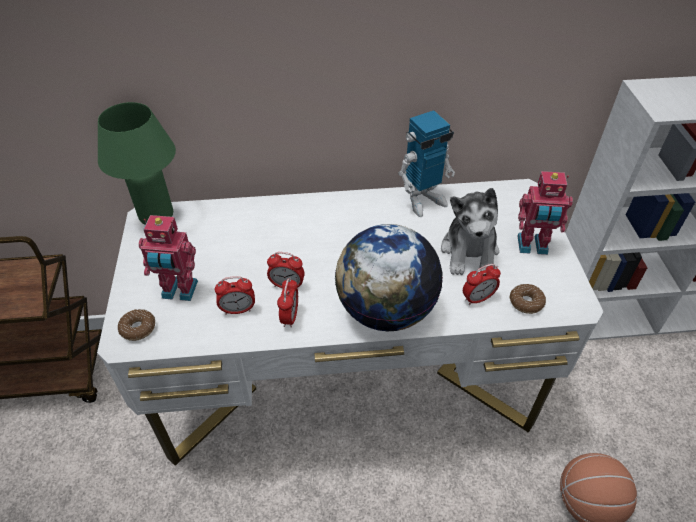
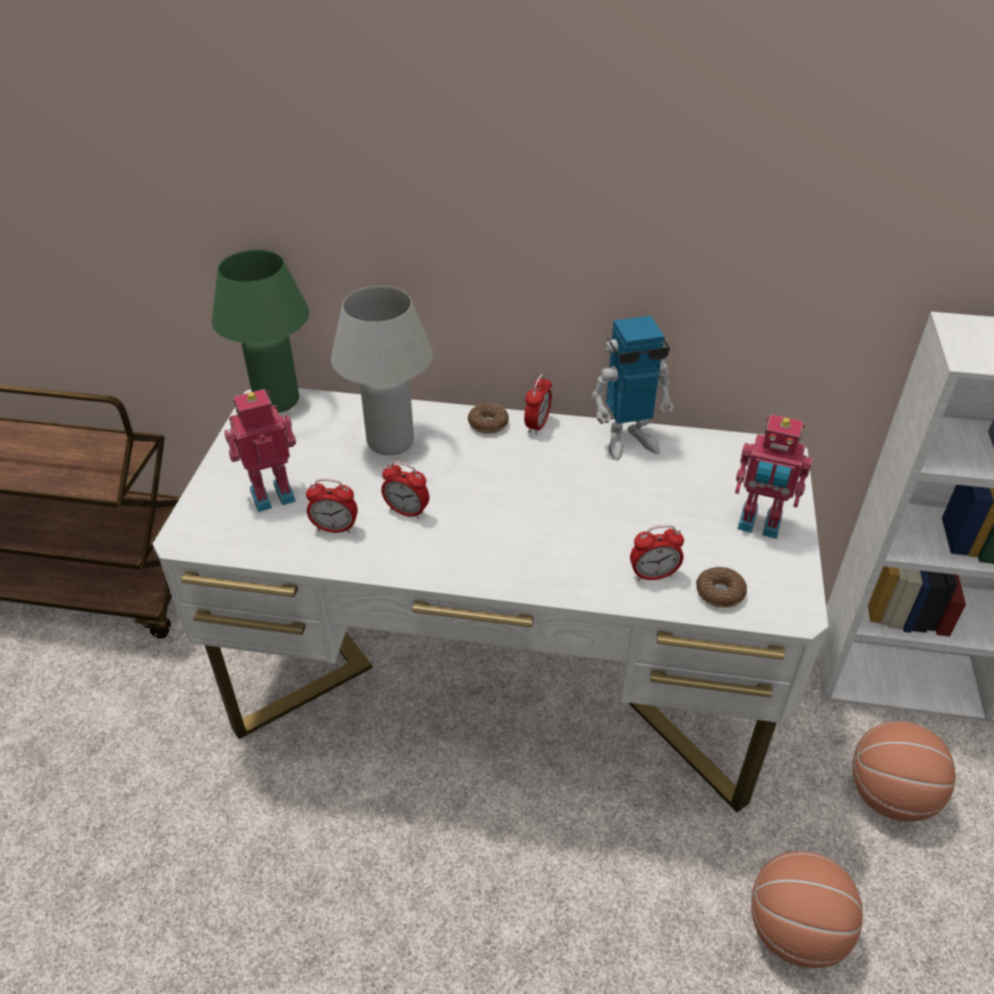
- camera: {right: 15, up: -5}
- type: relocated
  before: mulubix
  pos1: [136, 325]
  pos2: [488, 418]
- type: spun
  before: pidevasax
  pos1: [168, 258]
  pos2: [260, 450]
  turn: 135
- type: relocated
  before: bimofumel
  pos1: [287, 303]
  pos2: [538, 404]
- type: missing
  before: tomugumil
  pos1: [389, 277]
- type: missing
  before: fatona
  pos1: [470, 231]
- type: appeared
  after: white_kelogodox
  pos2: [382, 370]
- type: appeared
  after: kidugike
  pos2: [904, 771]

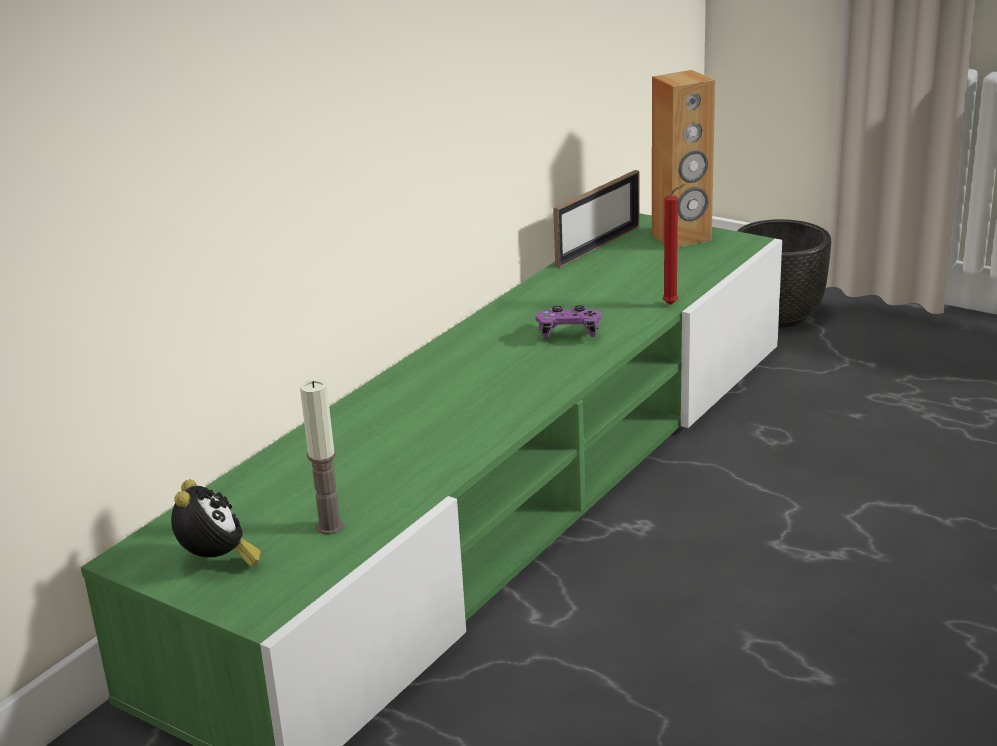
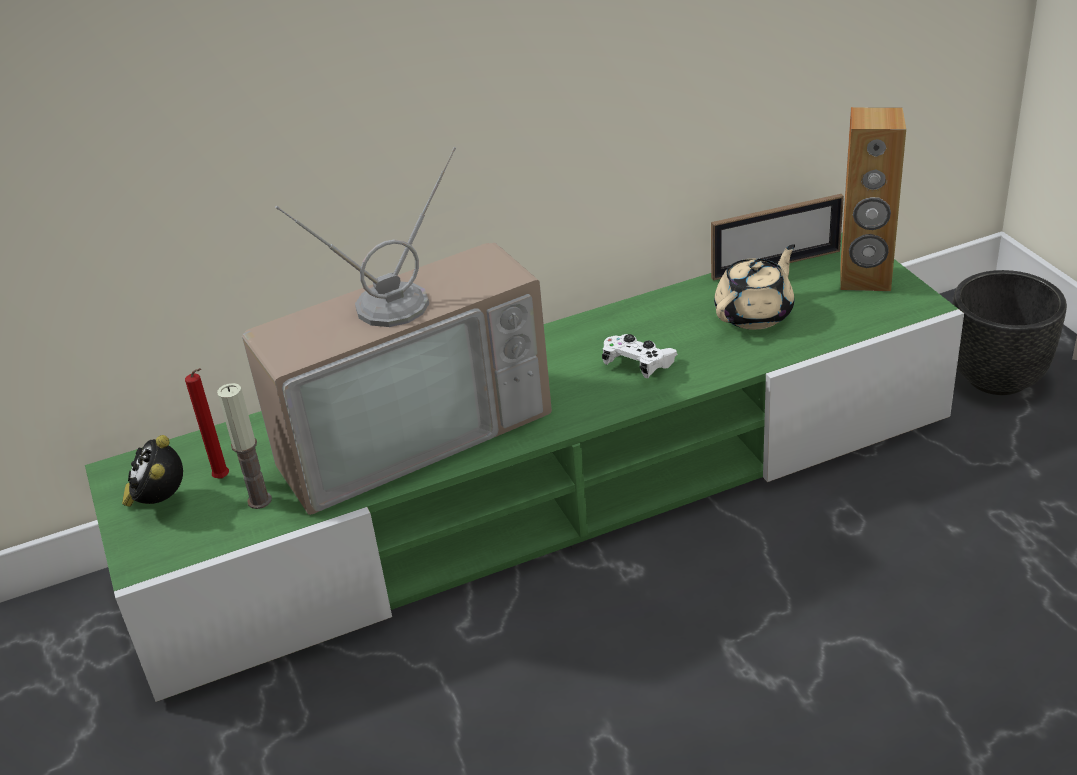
- camera: {right: 35, up: 10}
- type: spun
  before: bimofumel
  pos1: [216, 523]
  pos2: [152, 471]
  turn: 150
- type: colour
  before: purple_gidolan
  after: white_gidolan
  pos1: [568, 322]
  pos2: [640, 356]
- type: relocated
  before: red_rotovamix
  pos1: [674, 244]
  pos2: [207, 423]
- type: appeared
  after: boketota
  pos2: [397, 331]
- type: appeared
  after: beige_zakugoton
  pos2: [754, 287]

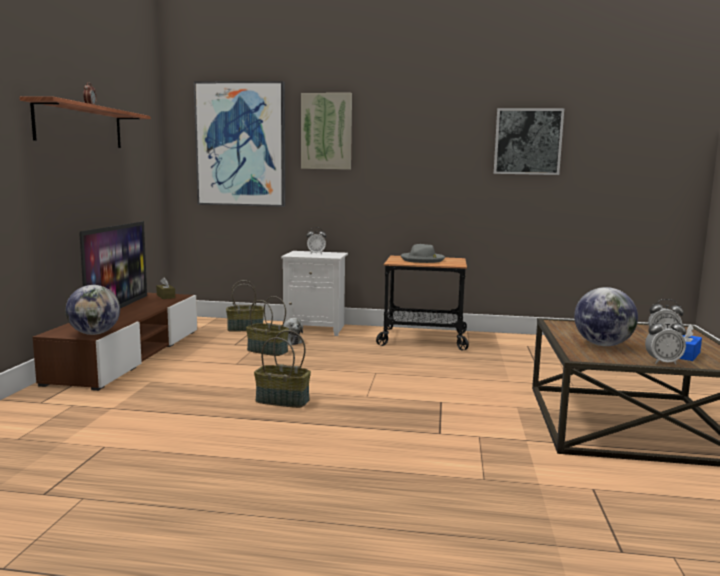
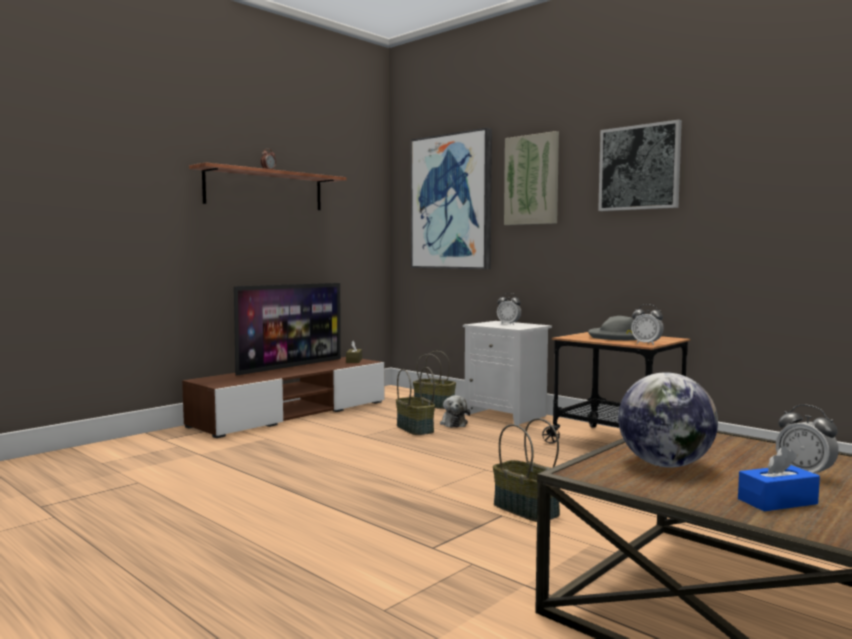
- camera: {right: 35, up: -5}
- type: missing
  before: tomugumil
  pos1: [93, 310]
- type: relocated
  before: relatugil
  pos1: [282, 369]
  pos2: [526, 470]
- type: relocated
  before: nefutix
  pos1: [529, 141]
  pos2: [640, 165]
- type: relocated
  before: bimofumel
  pos1: [665, 341]
  pos2: [647, 324]

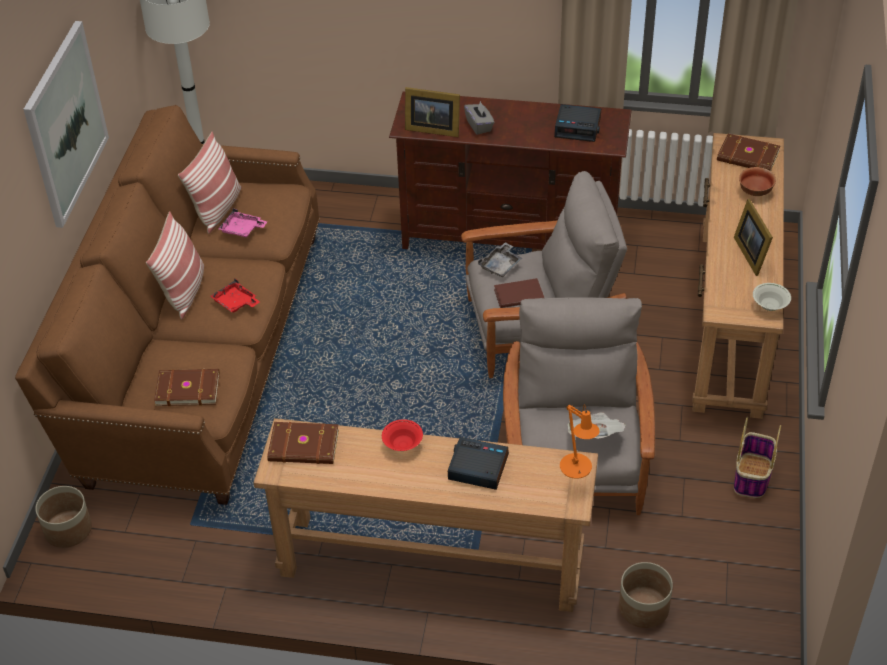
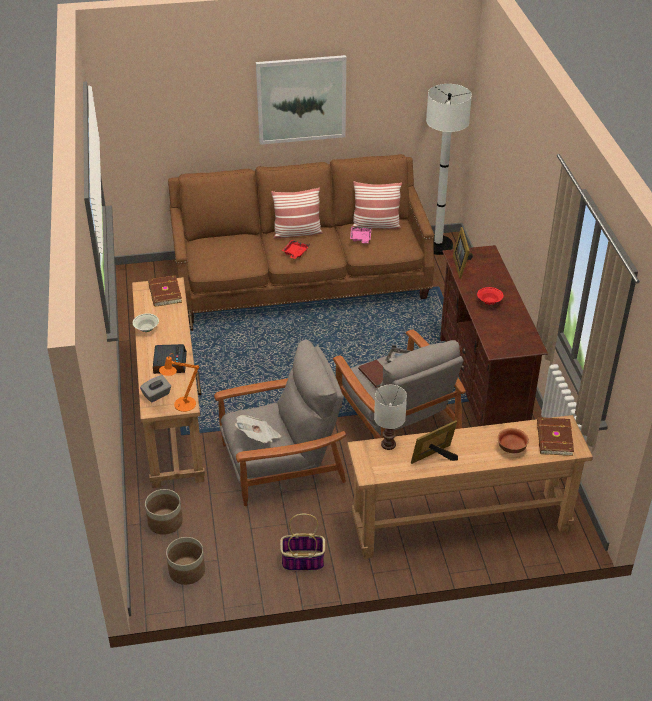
- camera: {right: 70, up: -5}
- type: relocated
  before: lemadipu
  pos1: [63, 517]
  pos2: [185, 561]
- type: missing
  before: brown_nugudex
  pos1: [187, 387]
- type: relocated
  before: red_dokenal
  pos1: [402, 435]
  pos2: [490, 296]
- type: relocated
  before: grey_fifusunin
  pos1: [479, 118]
  pos2: [155, 389]
- type: missing
  before: bimofumel
  pos1: [577, 123]
- type: relocated
  before: white_dokenal
  pos1: [772, 297]
  pos2: [146, 322]
- type: appeared
  after: white_kelogodox
  pos2: [390, 417]

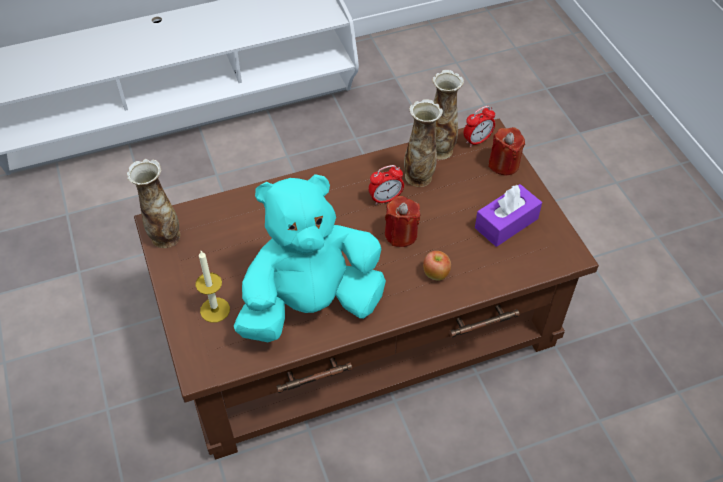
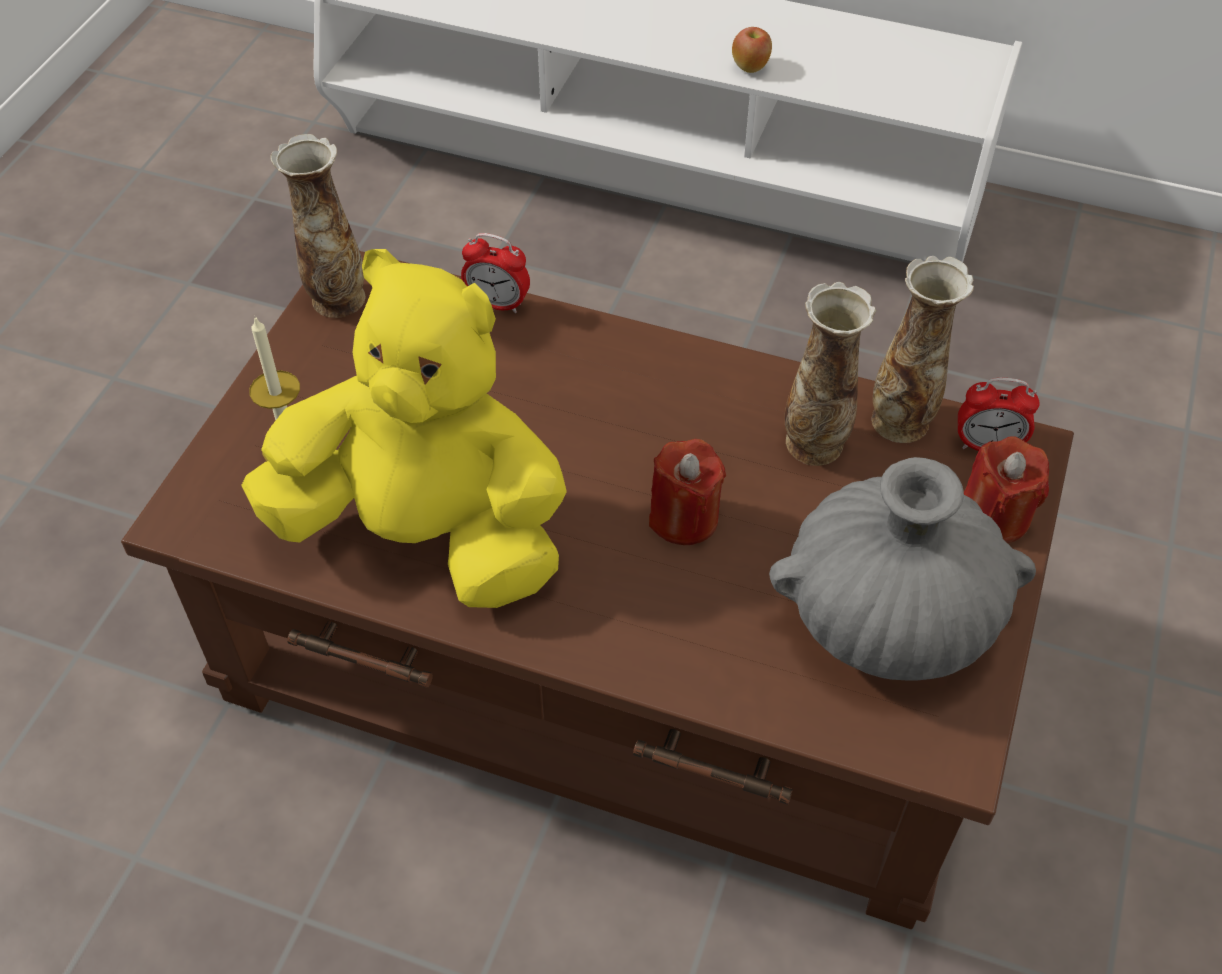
- camera: {right: 40, up: 0}
- type: colour
  before: turquoise_fatona
  after: yellow_fatona
  pos1: [310, 258]
  pos2: [404, 428]
- type: relocated
  before: bimofumel
  pos1: [386, 185]
  pos2: [495, 273]
- type: relocated
  before: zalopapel
  pos1: [437, 266]
  pos2: [752, 50]
- type: exchanged
  before: purple_fifusunin
  after: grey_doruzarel
  pos1: [508, 215]
  pos2: [902, 569]

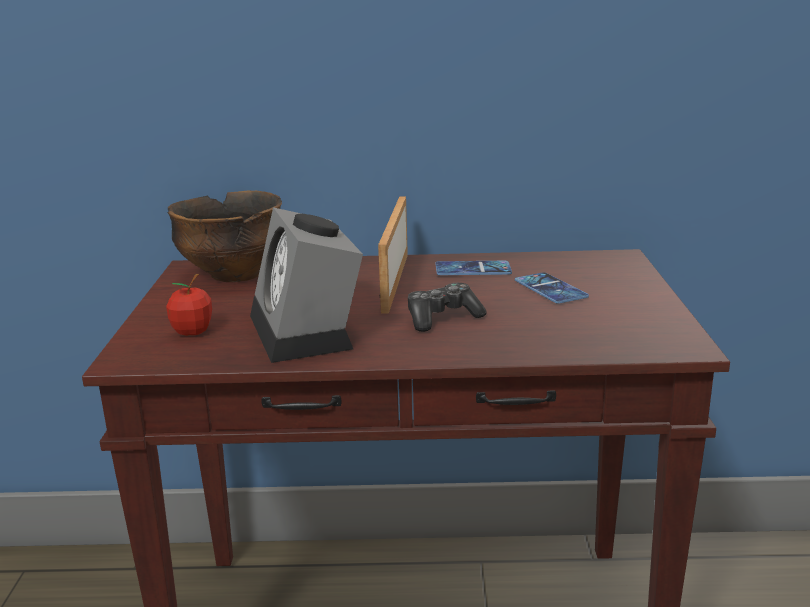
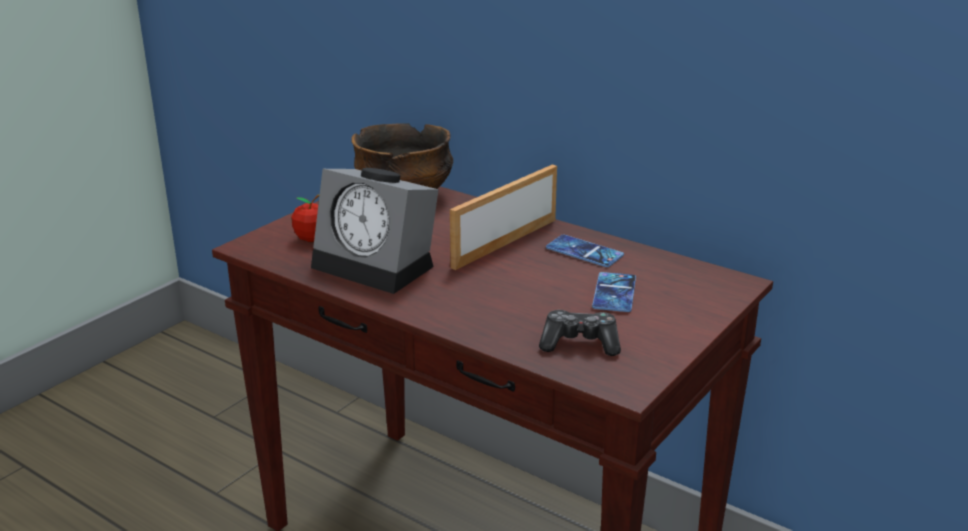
- camera: {right: 35, up: 5}
- type: spun
  before: bimofumel
  pos1: [306, 285]
  pos2: [375, 231]
  turn: -75
- type: relocated
  before: gidolan
  pos1: [447, 307]
  pos2: [580, 333]

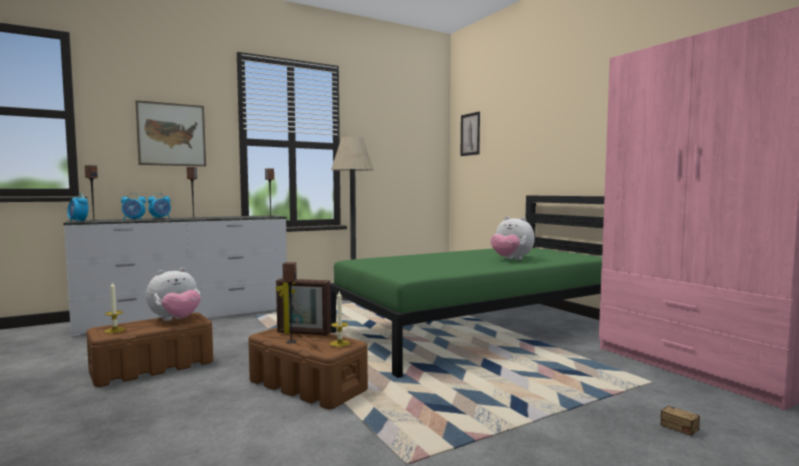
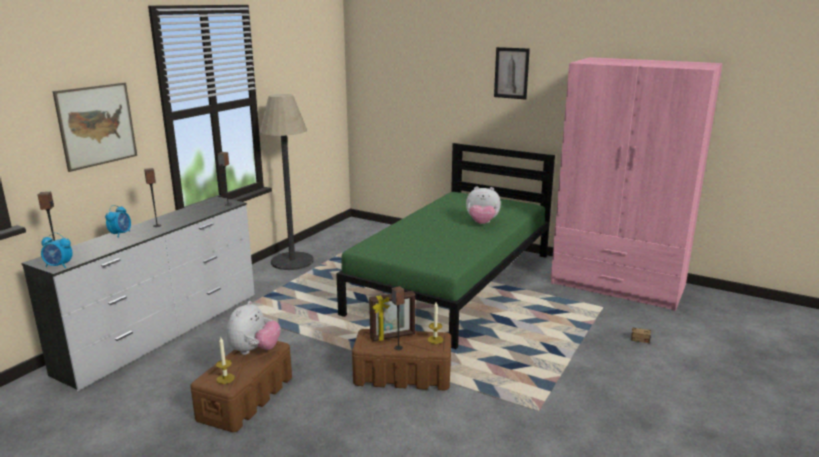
- camera: {right: -30, up: 15}
- type: missing
  before: bimofumel
  pos1: [133, 206]
- type: relocated
  before: nefutix
  pos1: [470, 134]
  pos2: [512, 73]

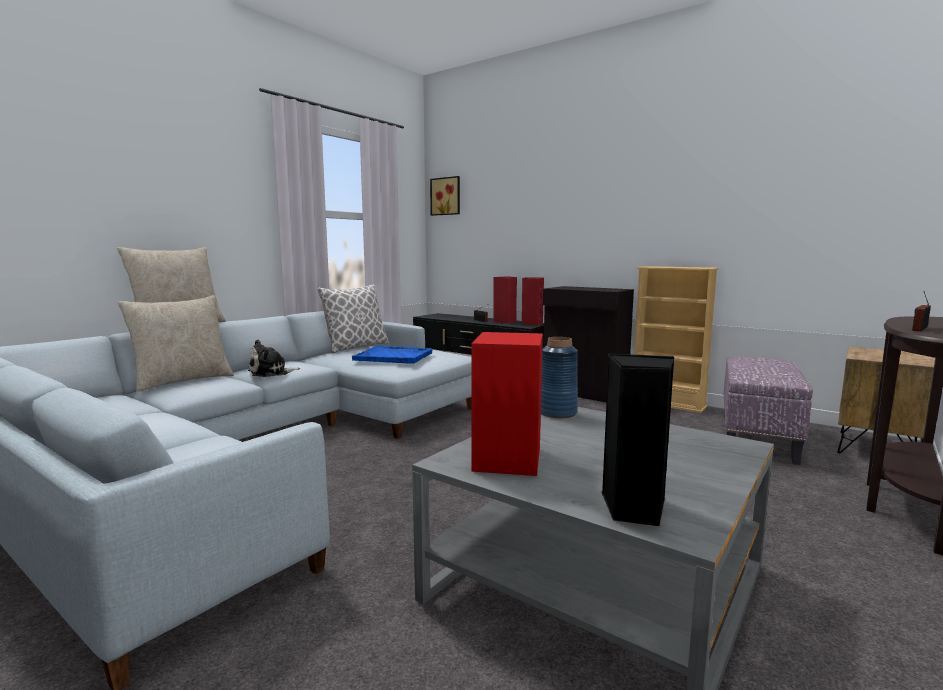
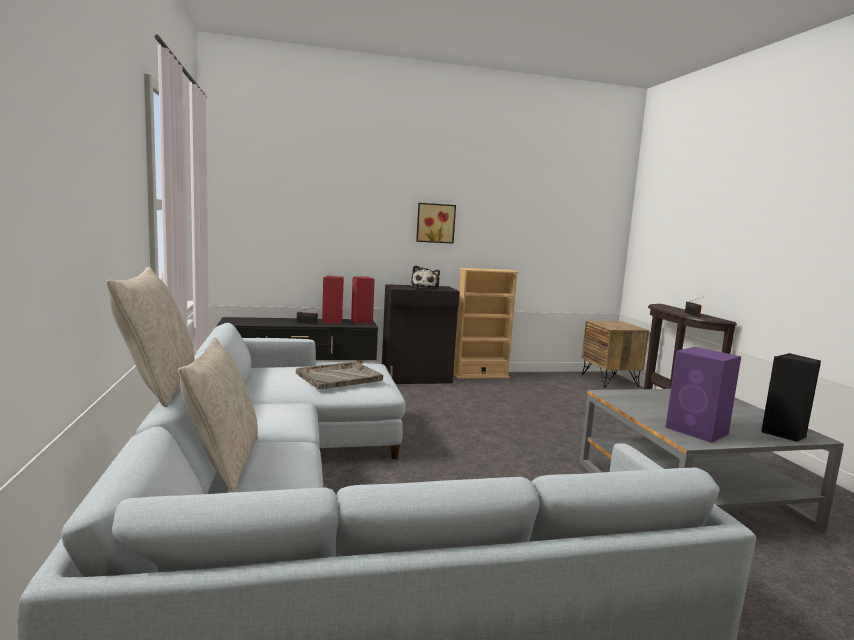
- camera: {right: -50, up: 0}
- type: relocated
  before: fatona
  pos1: [274, 358]
  pos2: [425, 277]
- type: missing
  before: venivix
  pos1: [353, 319]
- type: colour
  before: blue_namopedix
  after: grey_namopedix
  pos1: [392, 355]
  pos2: [339, 376]
- type: relocated
  before: nefutix
  pos1: [445, 196]
  pos2: [436, 223]
- type: colour
  before: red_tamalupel
  after: purple_tamalupel
  pos1: [507, 404]
  pos2: [703, 395]
- type: missing
  before: blue_doruzarel
  pos1: [559, 377]
- type: missing
  before: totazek
  pos1: [768, 410]

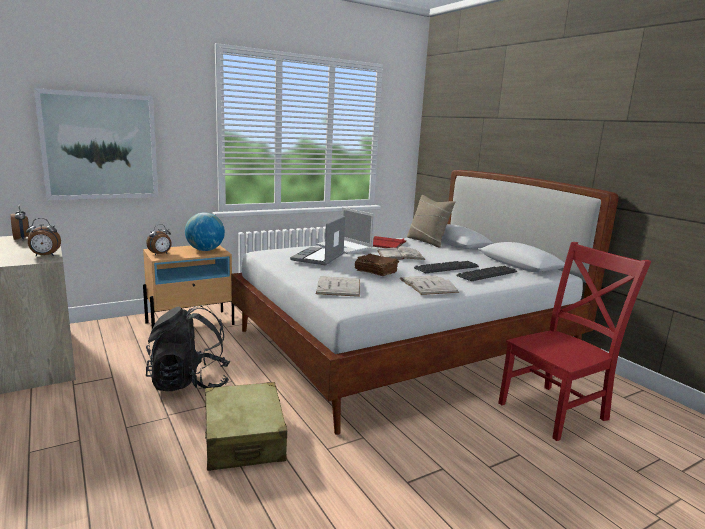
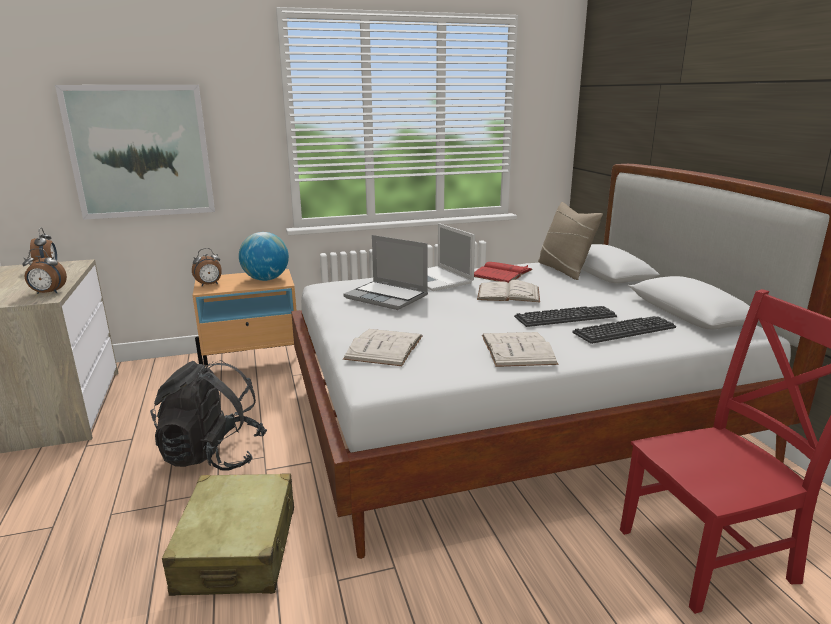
- camera: {right: 15, up: 5}
- type: spun
  before: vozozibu
  pos1: [317, 240]
  pos2: [385, 272]
  turn: -90
- type: missing
  before: brown_nugudex
  pos1: [377, 265]

